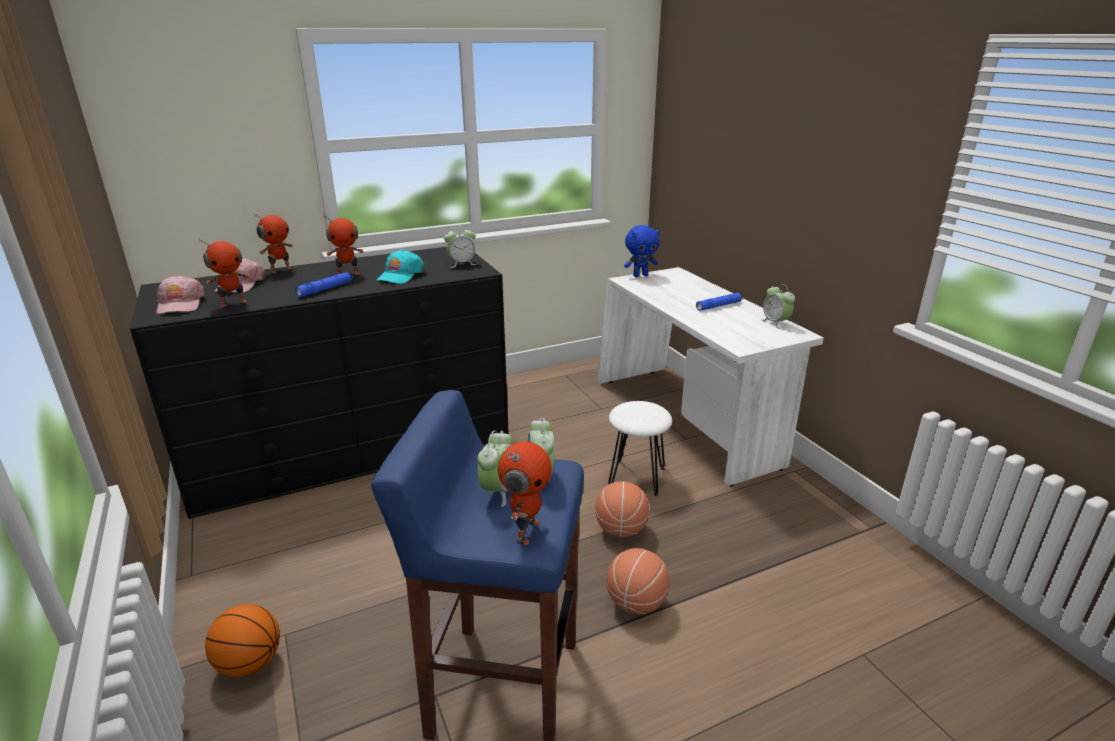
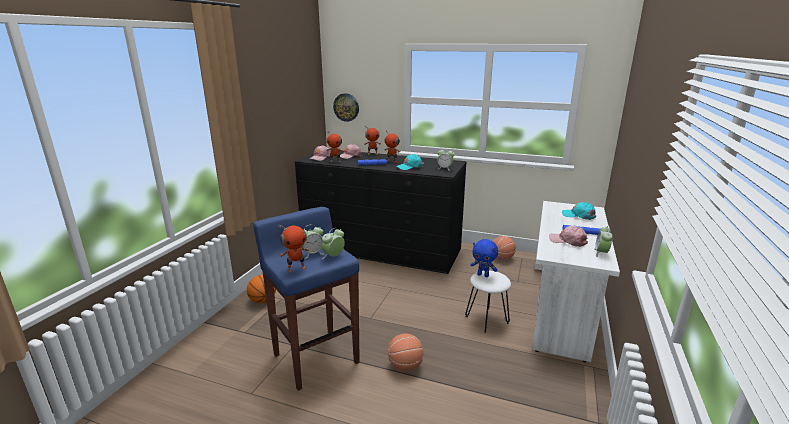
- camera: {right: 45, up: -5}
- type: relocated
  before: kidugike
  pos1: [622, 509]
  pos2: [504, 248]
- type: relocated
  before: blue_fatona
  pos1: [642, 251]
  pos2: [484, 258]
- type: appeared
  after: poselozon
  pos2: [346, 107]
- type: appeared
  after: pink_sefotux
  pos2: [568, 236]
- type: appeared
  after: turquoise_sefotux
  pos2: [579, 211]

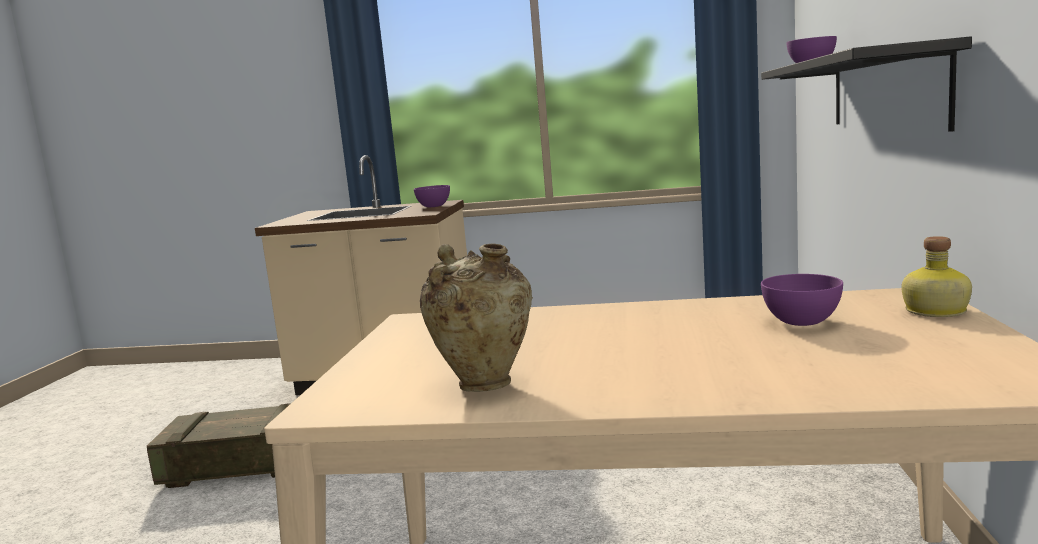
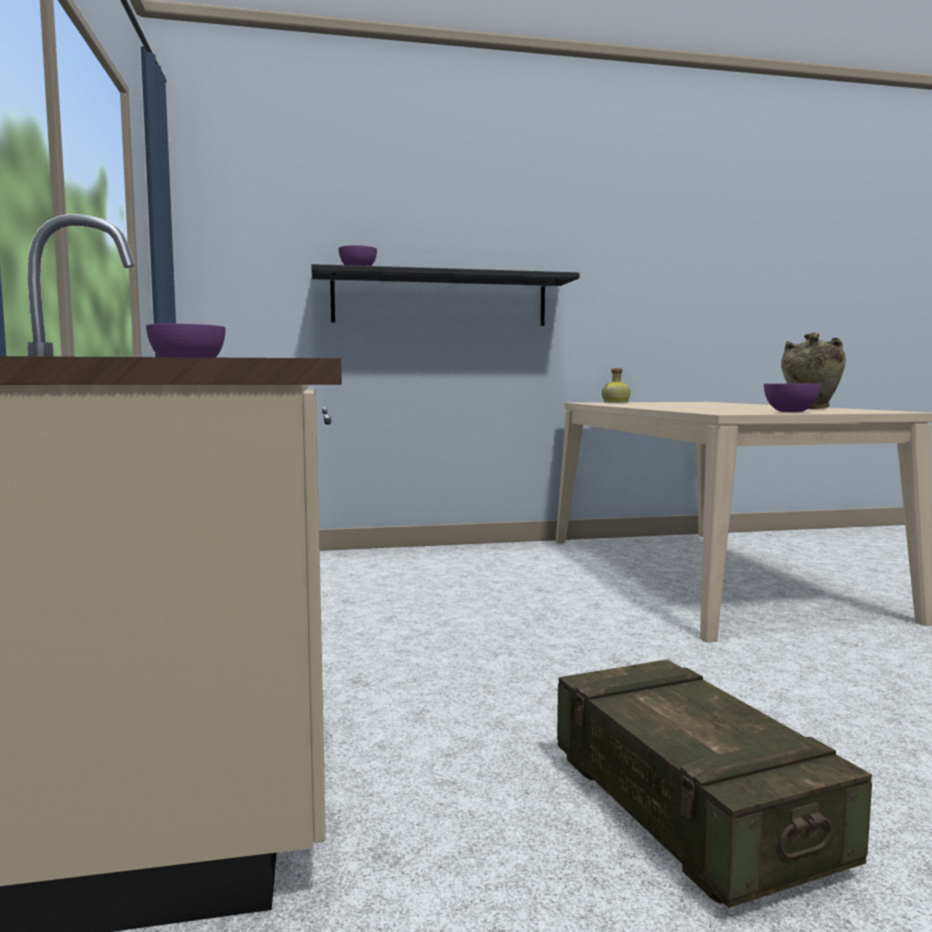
- camera: {right: -110, up: -5}
- type: relocated
  before: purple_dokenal
  pos1: [802, 300]
  pos2: [792, 398]

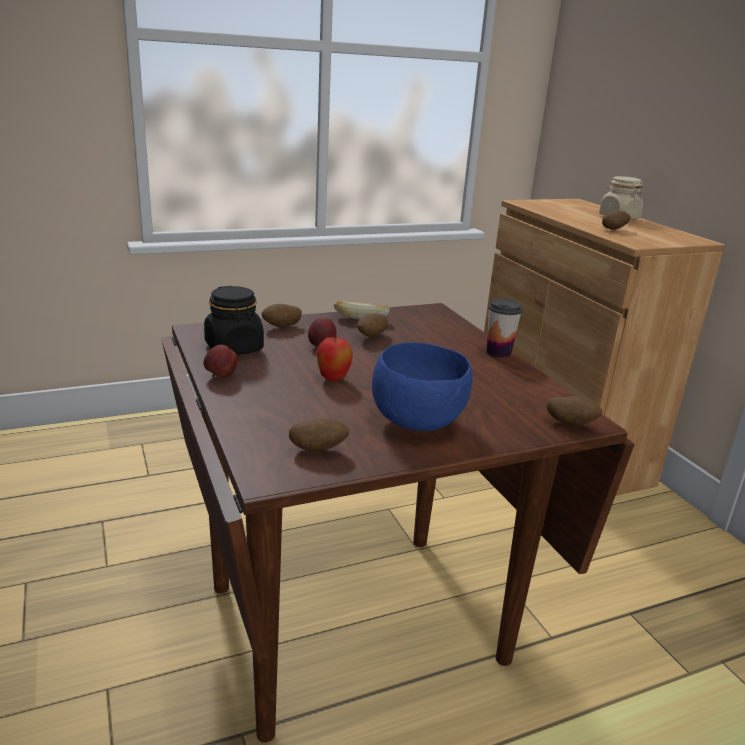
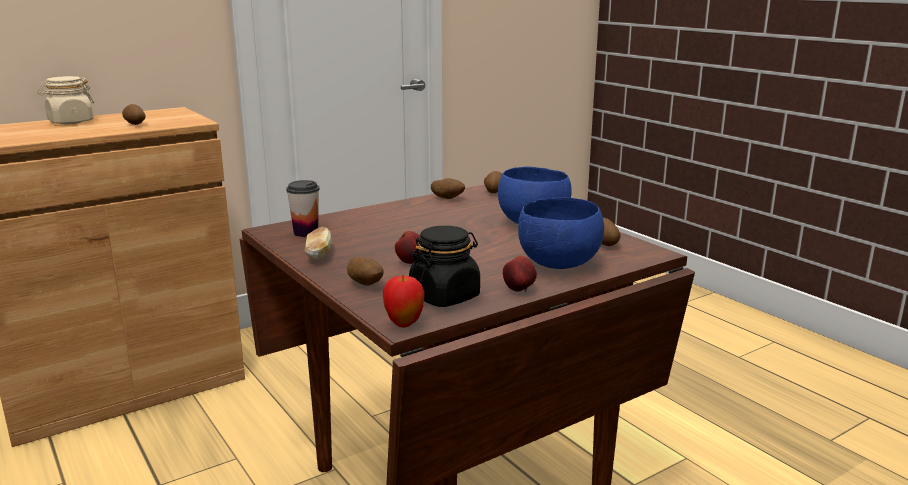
- camera: {right: -100, up: -5}
- type: relocated
  before: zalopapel
  pos1: [335, 359]
  pos2: [403, 301]
- type: relocated
  before: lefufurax
  pos1: [372, 325]
  pos2: [448, 188]
- type: relocated
  before: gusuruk
  pos1: [504, 328]
  pos2: [303, 208]
- type: appeared
  after: blue_dokenal
  pos2: [561, 233]

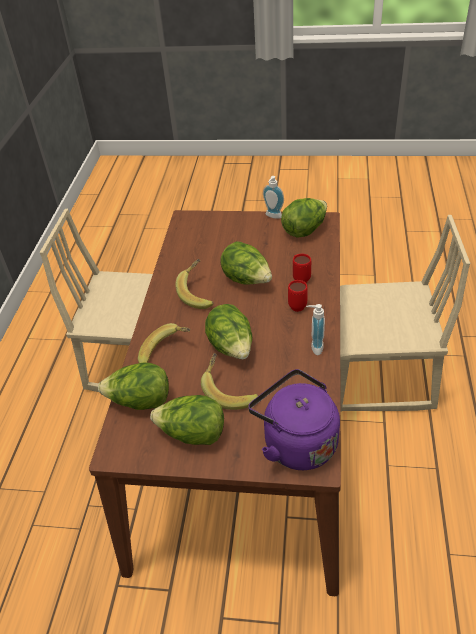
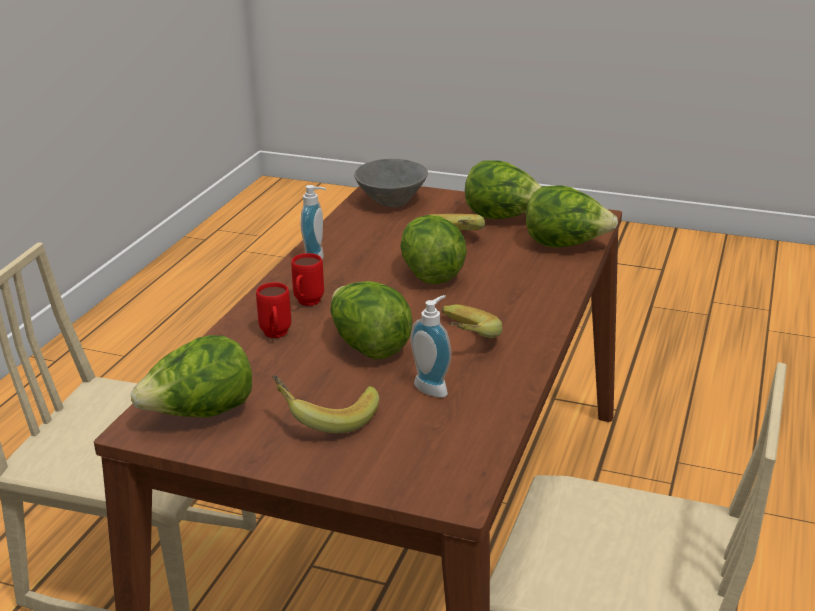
- camera: {right: -170, up: -15}
- type: relocated
  before: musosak
  pos1: [164, 343]
  pos2: [325, 404]
- type: exchanged
  before: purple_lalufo
  after: grey_dokenal
  pos1: [294, 419]
  pos2: [391, 183]
- type: relocated
  before: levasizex
  pos1: [273, 197]
  pos2: [431, 346]

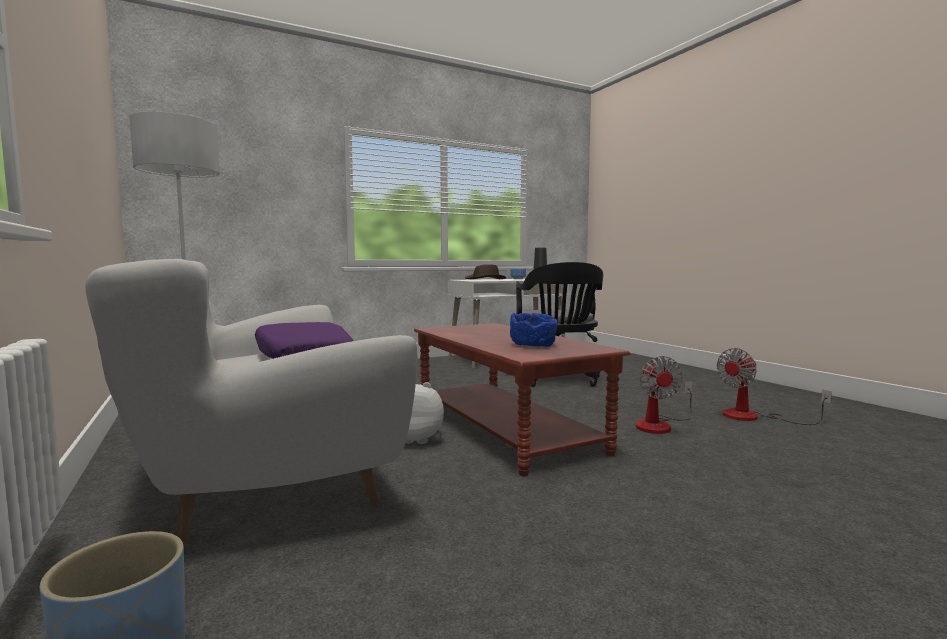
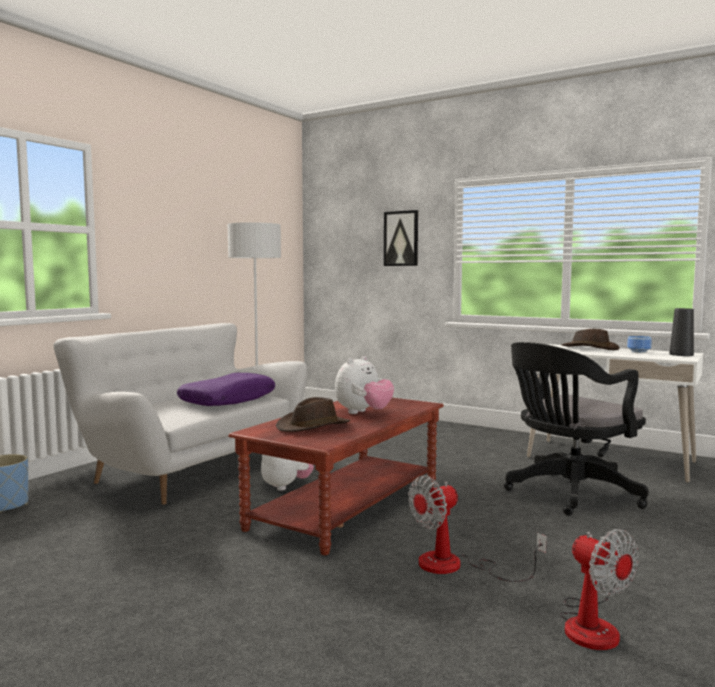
- camera: {right: 60, up: 0}
- type: exchanged
  before: blue_dokenal
  after: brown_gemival
  pos1: [534, 330]
  pos2: [313, 414]
- type: spun
  before: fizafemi
  pos1: [774, 386]
  pos2: [599, 589]
  turn: -150
- type: appeared
  after: fatona
  pos2: [364, 385]
- type: appeared
  after: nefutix
  pos2: [401, 238]

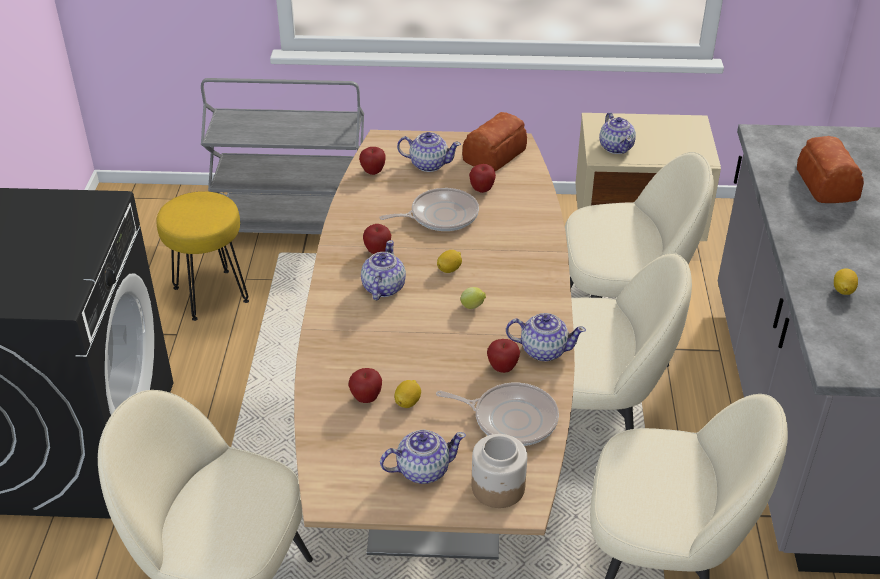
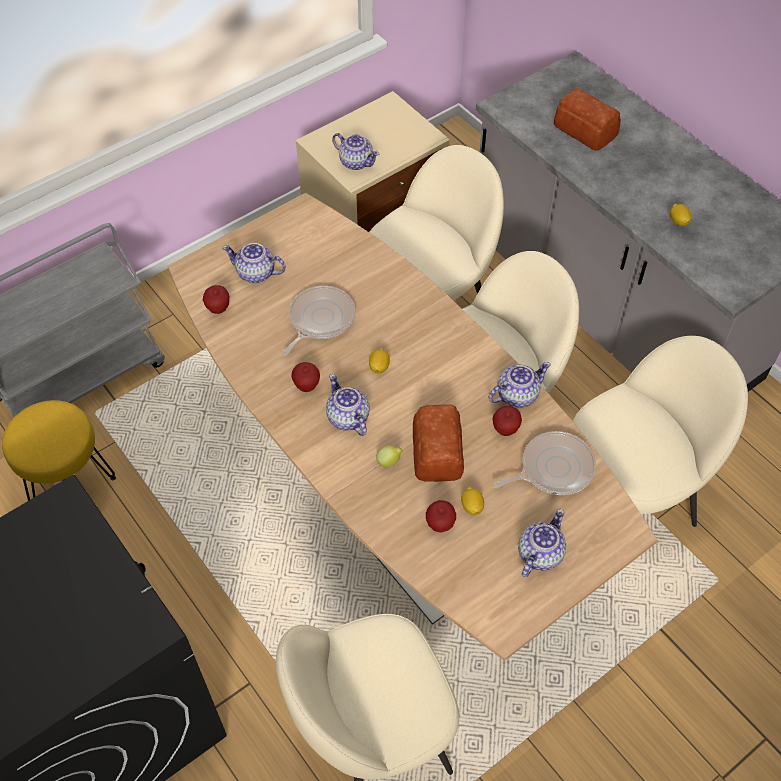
- camera: {right: -40, up: 15}
- type: spun
  before: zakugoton
  pos1: [429, 152]
  pos2: [254, 263]
  turn: -135
- type: relocated
  before: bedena
  pos1: [473, 298]
  pos2: [389, 456]
- type: relocated
  before: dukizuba
  pos1: [494, 141]
  pos2: [438, 443]
- type: missing
  before: zalopapel
  pos1: [482, 178]
- type: missing
  before: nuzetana
  pos1: [499, 471]

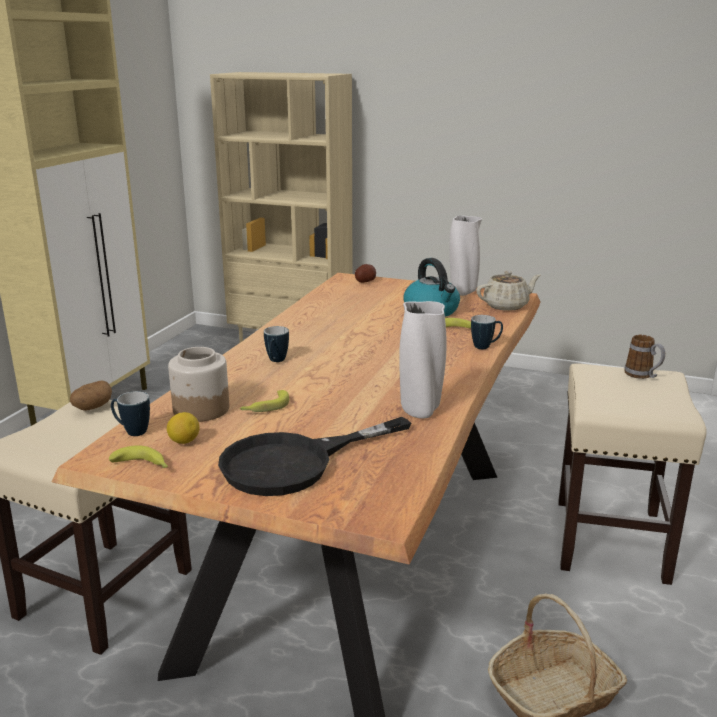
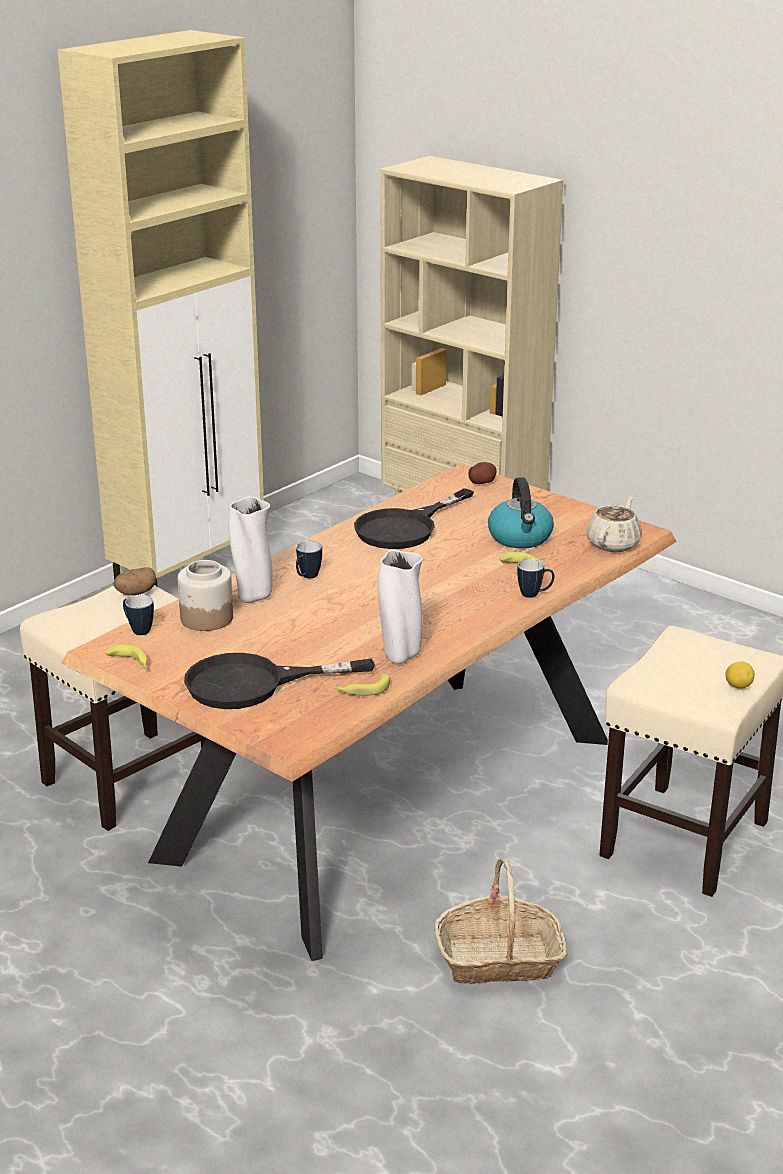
- camera: {right: 20, up: 5}
- type: relocated
  before: bedena
  pos1: [183, 428]
  pos2: [739, 675]
- type: relocated
  before: musosak
  pos1: [264, 401]
  pos2: [362, 684]
- type: relocated
  before: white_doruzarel
  pos1: [465, 255]
  pos2: [250, 549]
- type: spun
  before: beige_zakugoton
  pos1: [508, 291]
  pos2: [614, 524]
  turn: -60
- type: missing
  before: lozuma
  pos1: [644, 357]
- type: appeared
  after: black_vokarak
  pos2: [414, 518]

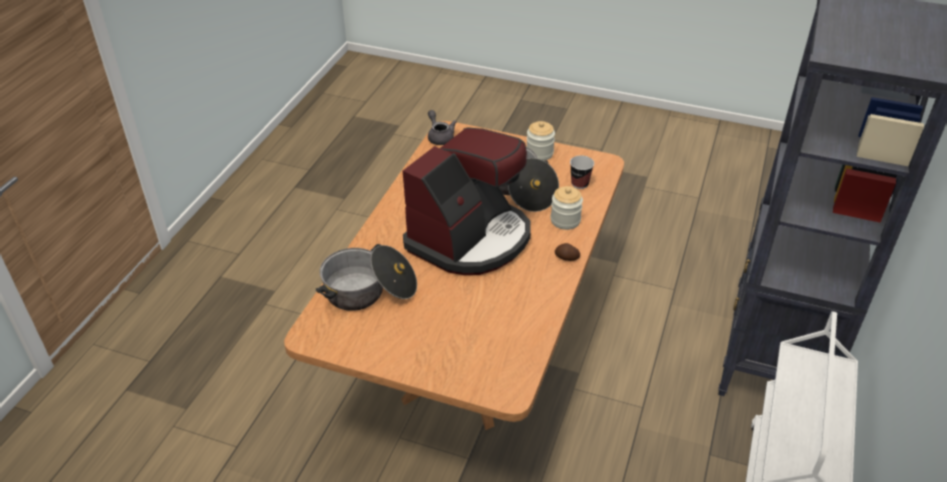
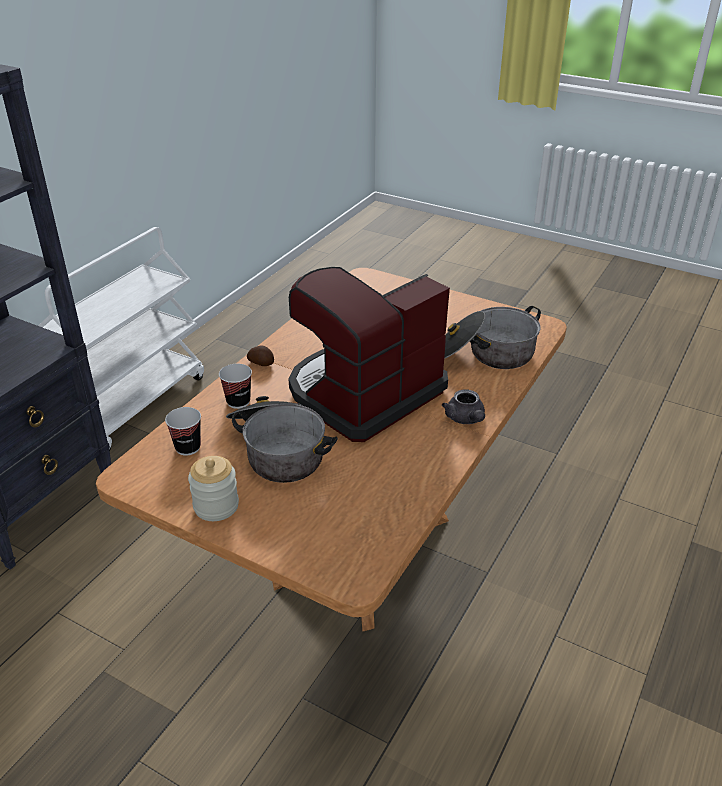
- camera: {right: -170, up: -5}
- type: relocated
  before: grey_zakugoton
  pos1: [442, 127]
  pos2: [463, 406]
- type: exchanged
  before: nuzetana
  after: gusuruk
  pos1: [567, 208]
  pos2: [235, 386]

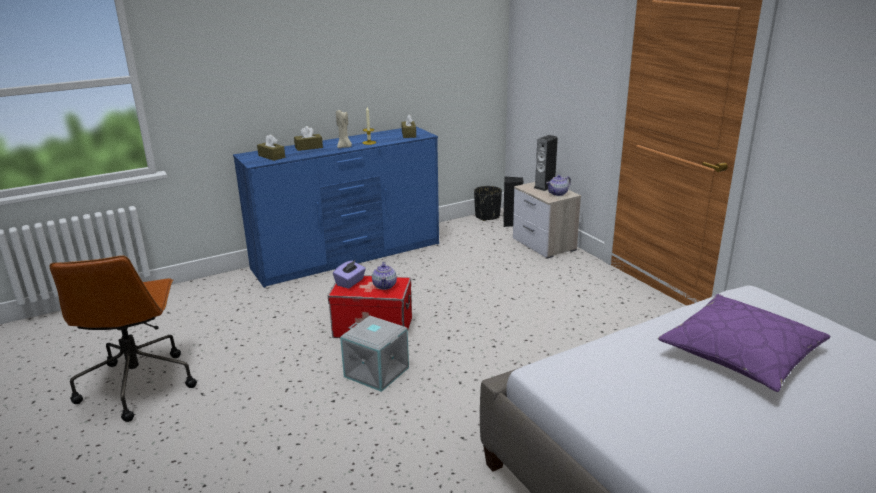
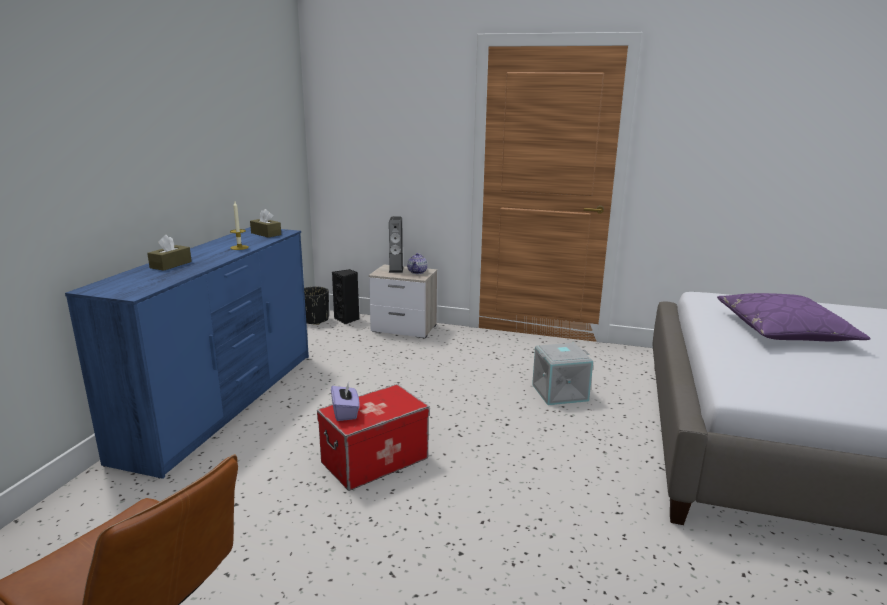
- camera: {right: -45, up: -5}
- type: missing
  before: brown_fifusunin
  pos1: [271, 147]
- type: missing
  before: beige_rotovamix
  pos1: [344, 128]
- type: relocated
  before: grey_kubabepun
  pos1: [374, 354]
  pos2: [562, 374]
- type: missing
  before: zakugoton
  pos1: [384, 276]

